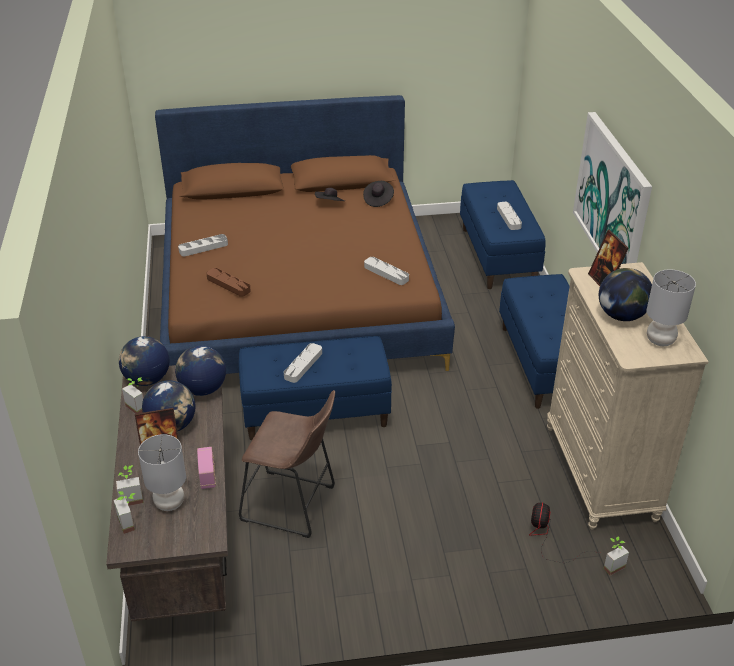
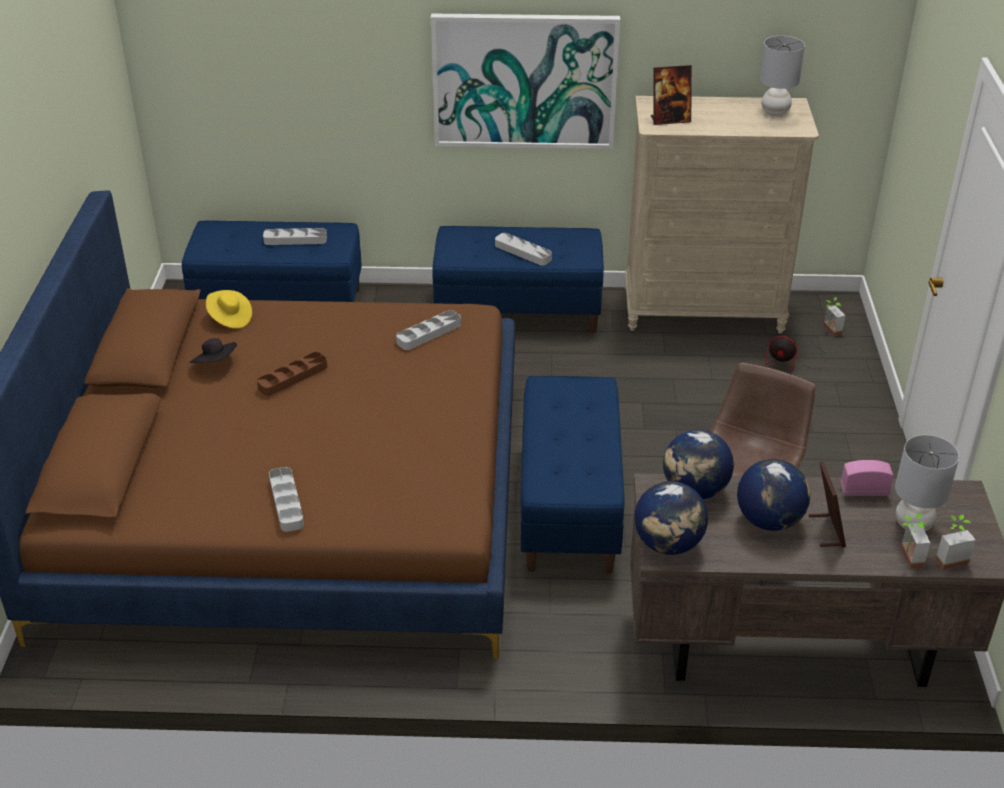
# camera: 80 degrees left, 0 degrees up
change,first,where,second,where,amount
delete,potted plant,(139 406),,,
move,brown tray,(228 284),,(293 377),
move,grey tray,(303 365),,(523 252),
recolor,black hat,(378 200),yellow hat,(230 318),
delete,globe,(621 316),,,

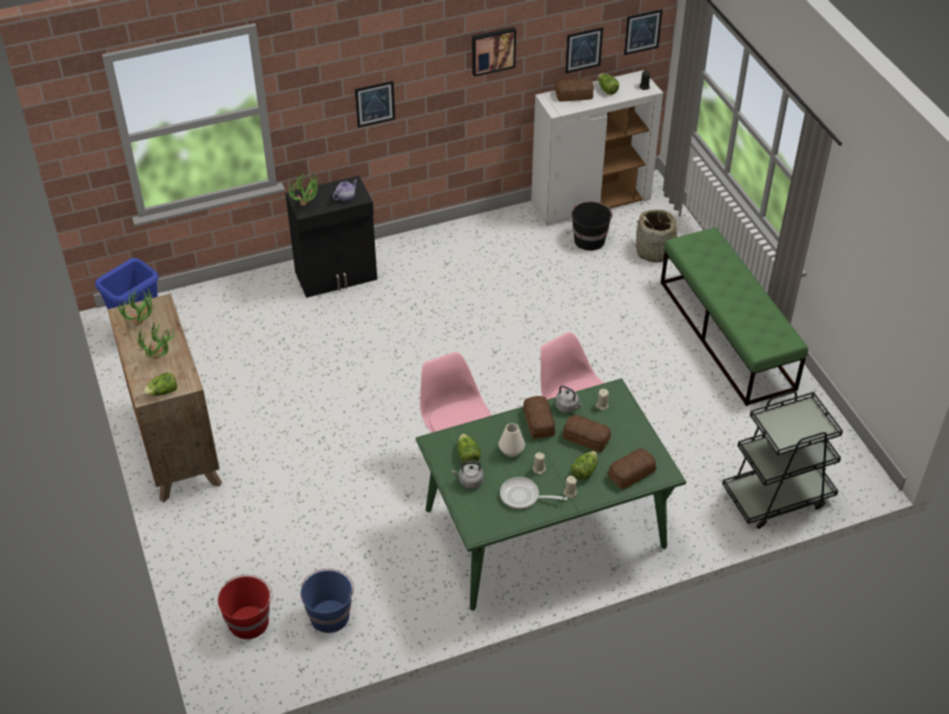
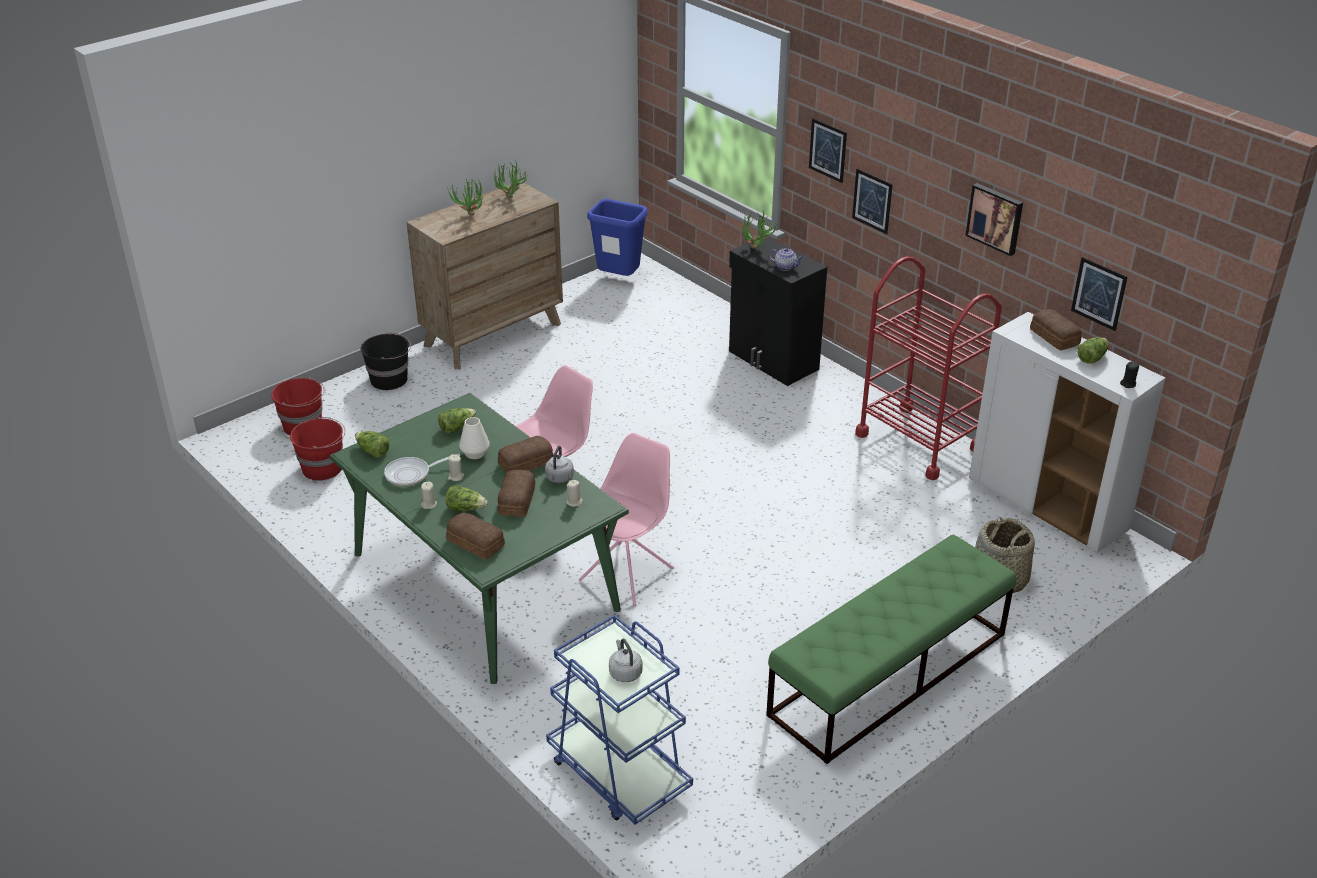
# camera: 70 degrees right, 10 degrees down
change,first,where,second,where,amount
move,lettuce,(162 392),,(372 451),
recolor,blue bucket,(329 615),red bucket,(323 468),
move,grey kettle,(469 481),,(625 672),
rotate,frying pan,(523 496),,(412 474),105 degrees counterclockwise
move,black bucket,(589 240),,(390 379),
move,picture,(642 32),,(827 150),
recolor,black cart,(777 497),blue cart,(618 773),
insert,,,red cart,(918 442),

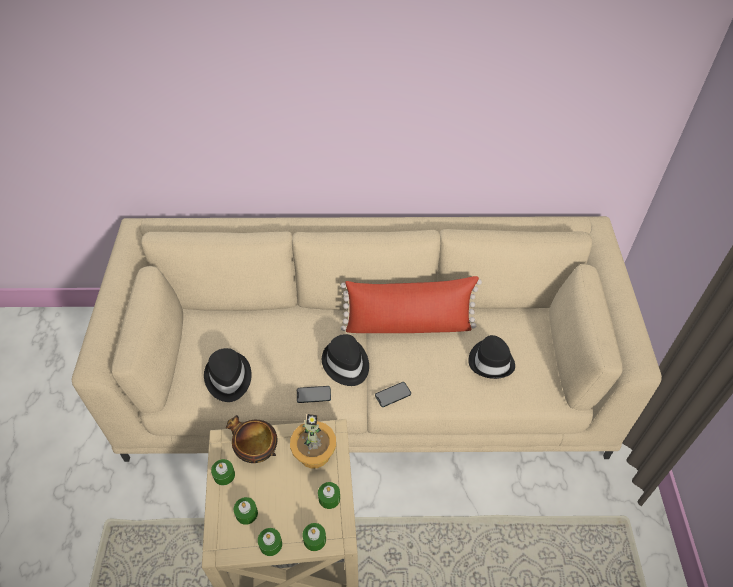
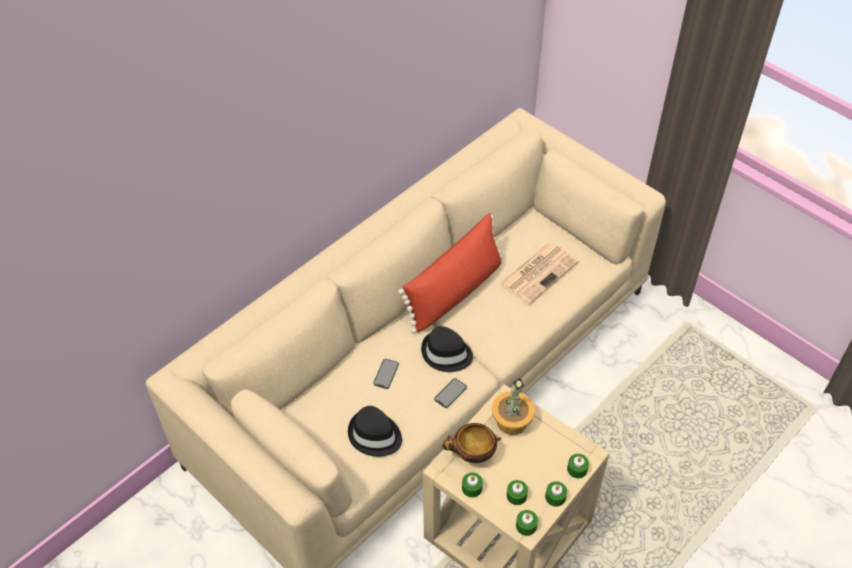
# camera: 45 degrees left, 0 degrees up
change,first,where,second,where,amount
move,green candle,(329 498),,(526 526),
move,phone,(393 394),,(386 374),
replace,black hat,(491 361),newspaper,(539 272),

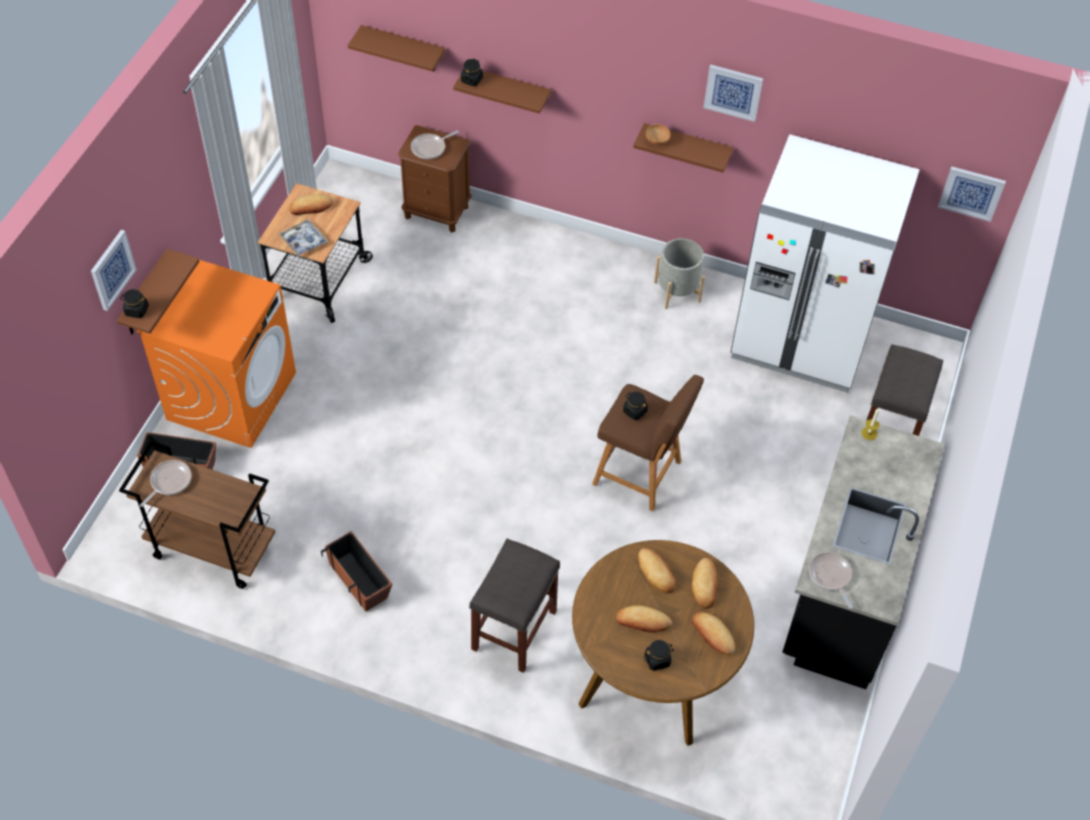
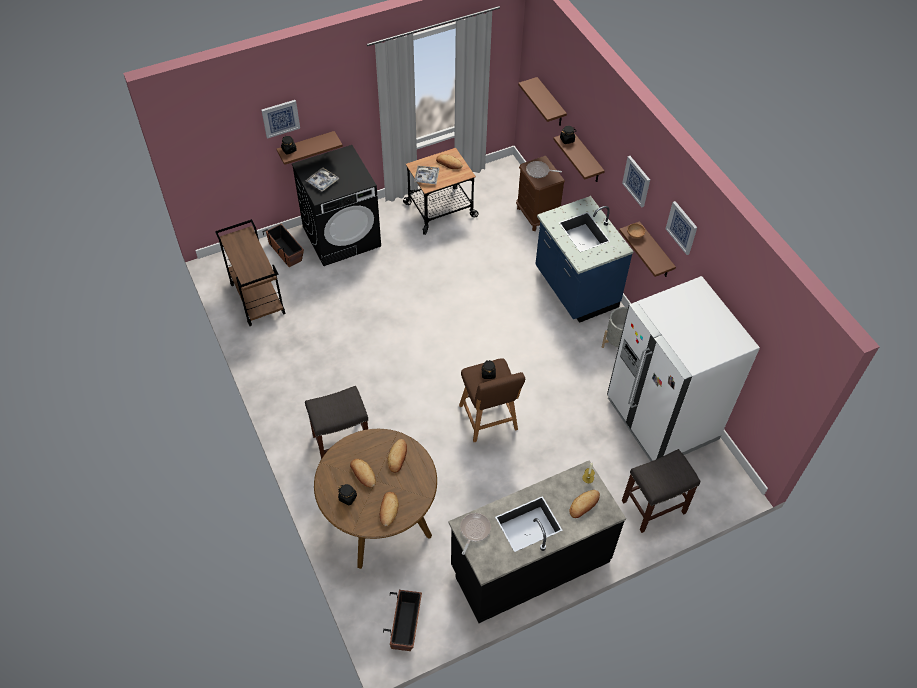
# camera: 45 degrees right, 0 degrees up
change,first,where,second,where,amount
recolor,orange washing machine,(232 395),black washing machine,(342 236),
delete,frying pan,(169 482),,,
move,planter,(359 580),,(405 625),
move,bread,(705 585),,(584 505),
move,picture,(971 192),,(637 181),
insert,,,tray,(322 182),
insert,,,blue counter,(575 289),

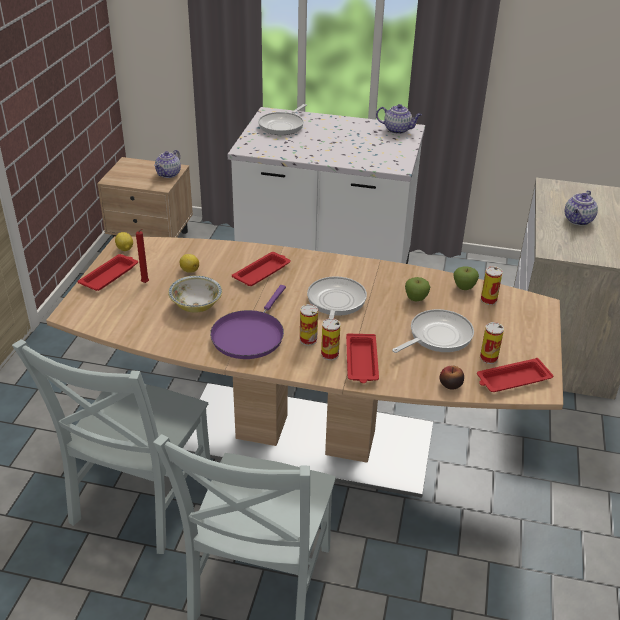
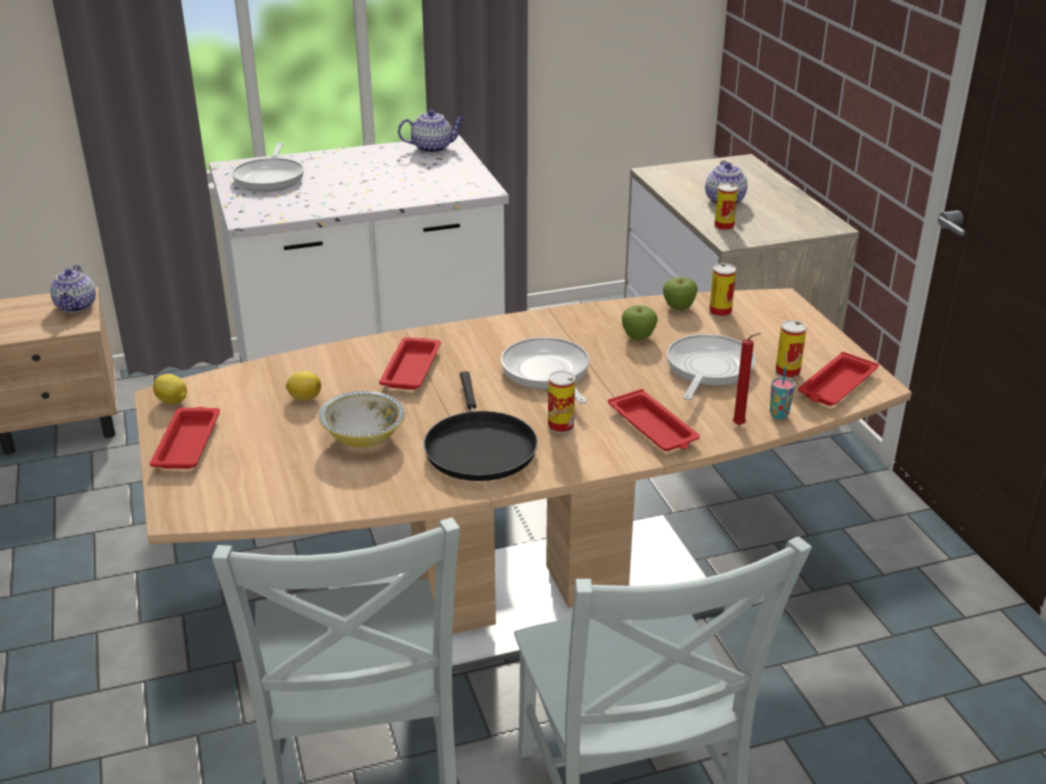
# camera: 30 degrees left, 5 degrees down
change,first,where,second,where,amount
move,red candle,(146 283),,(740 425),
recolor,purple frying pan,(250 335),black frying pan,(479 447),
move,can,(329 354),,(724 227),
replace,apple,(450 384),cup,(778 415),

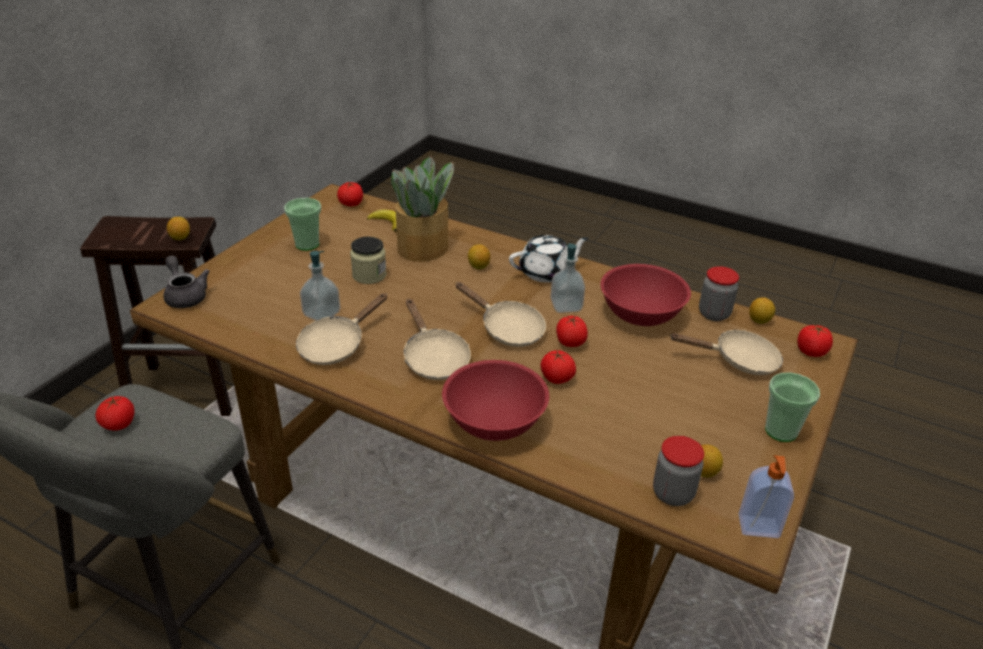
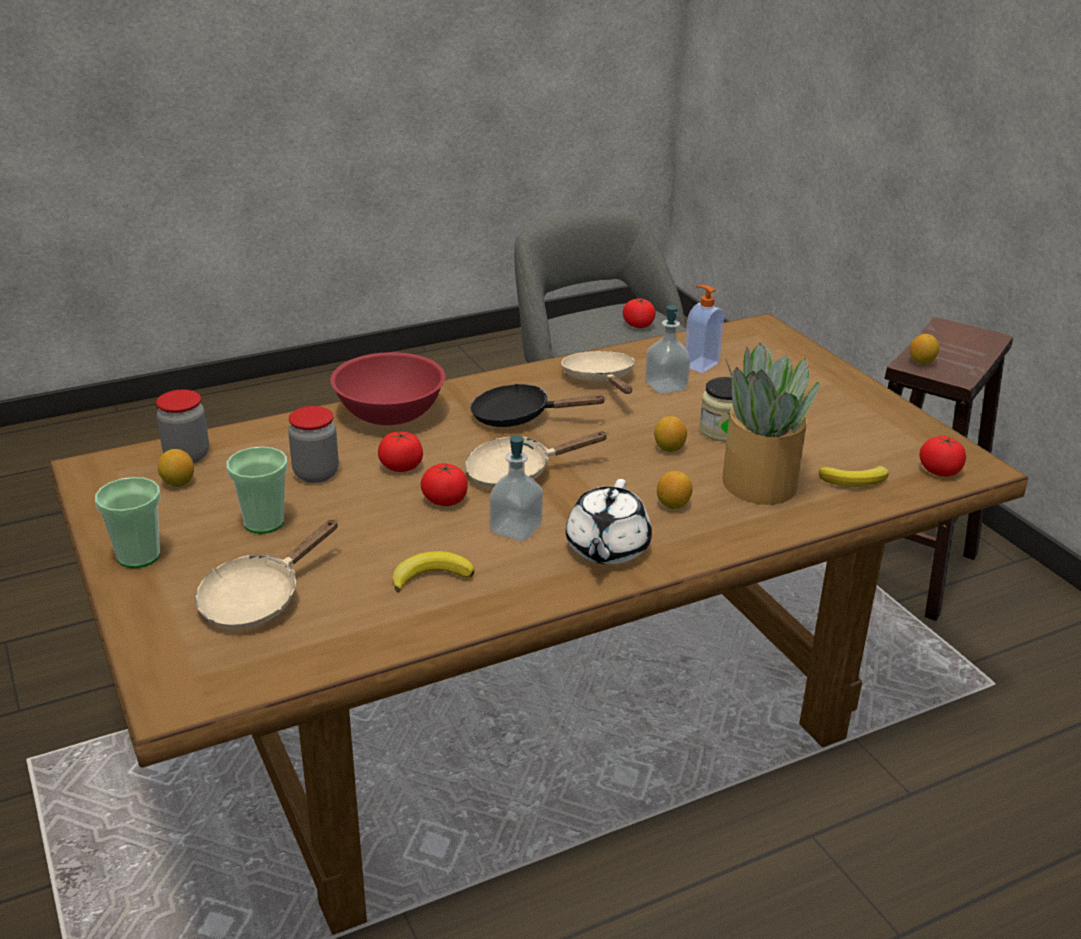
# camera: 125 degrees right, 5 degrees down
change,first,where,second,where,amount
delete,grey teapot,(185 295),,,
move,cup,(307 244),,(264 523),
recolor,beige frying pan,(434 358),black frying pan,(519 417),
replace,red bowl,(641 314),banana,(431 576),
move,jar,(714 314),,(316 473),
move,soap dispenser,(758 527),,(700 364),
move,lemon,(759 320),,(668 448),
delete,tomato,(811 351),,,

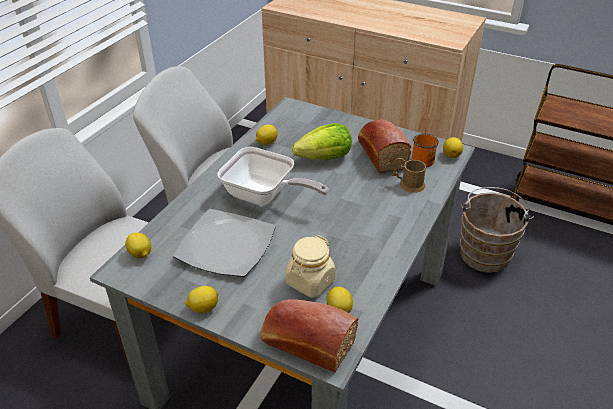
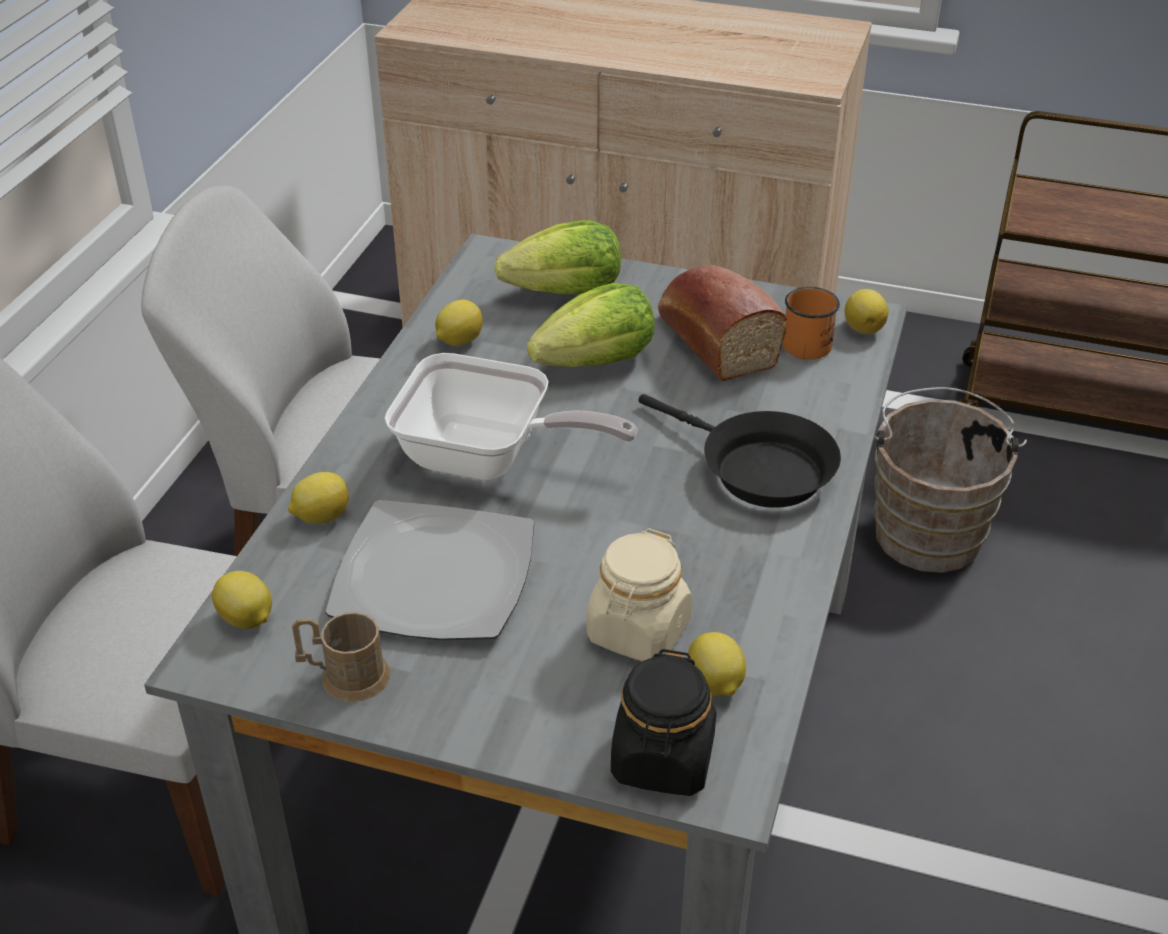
# camera: 10 degrees left, 0 degrees up
change,first,where,second,where,amount
move,lemon,(203 308),,(321 517),
replace,bread,(305 342),black jar,(663 760),
move,brown mug,(408 184),,(345 676),
insert,,,lettuce,(566 293),
insert,,,black frying pan,(757 469),

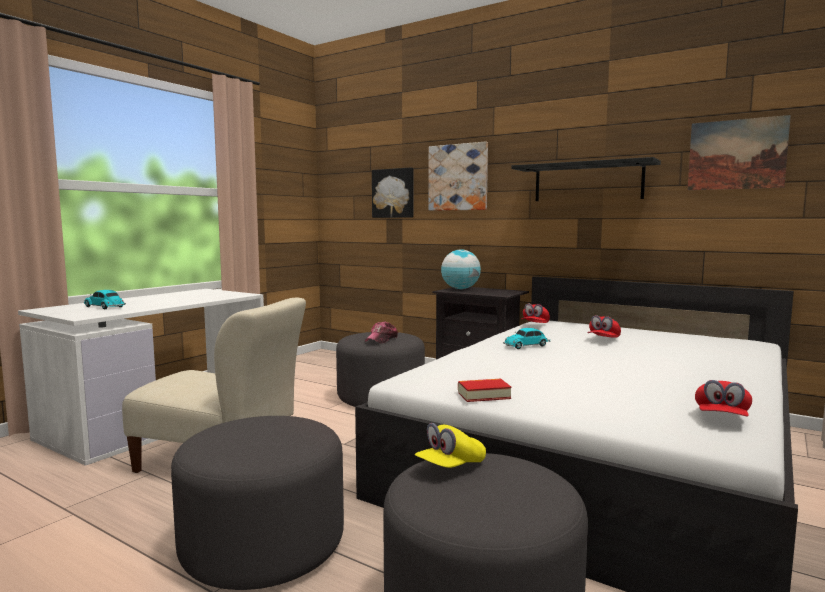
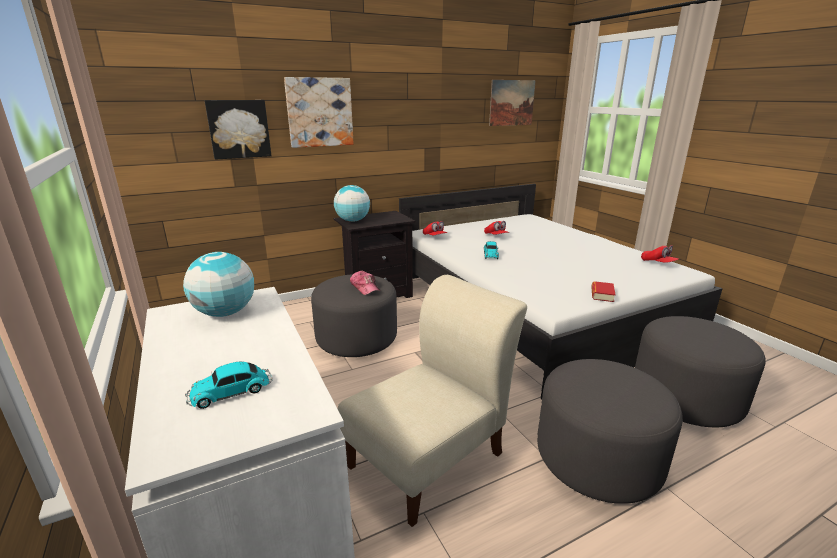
# camera: 60 degrees left, 15 degrees up
change,first,where,second,where,amount
delete,yellow cap,(450 466),,,
delete,black shelf,(587 182),,,
insert,,,globe,(225 313),

